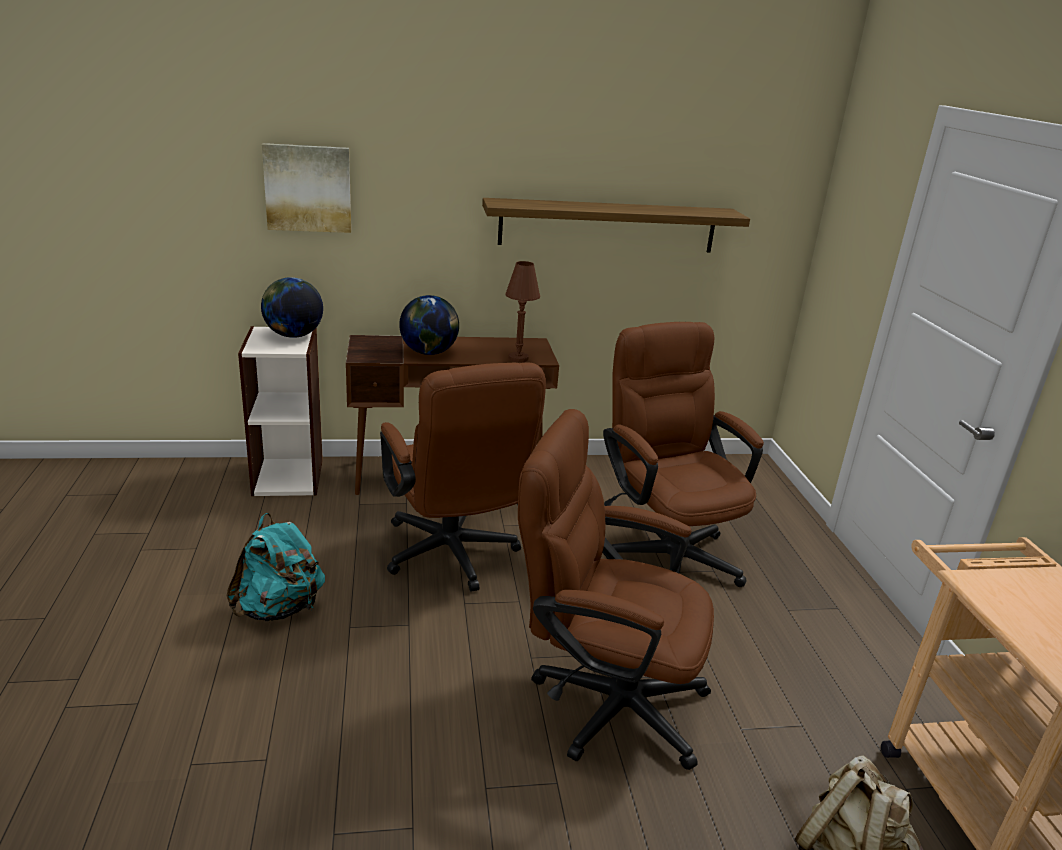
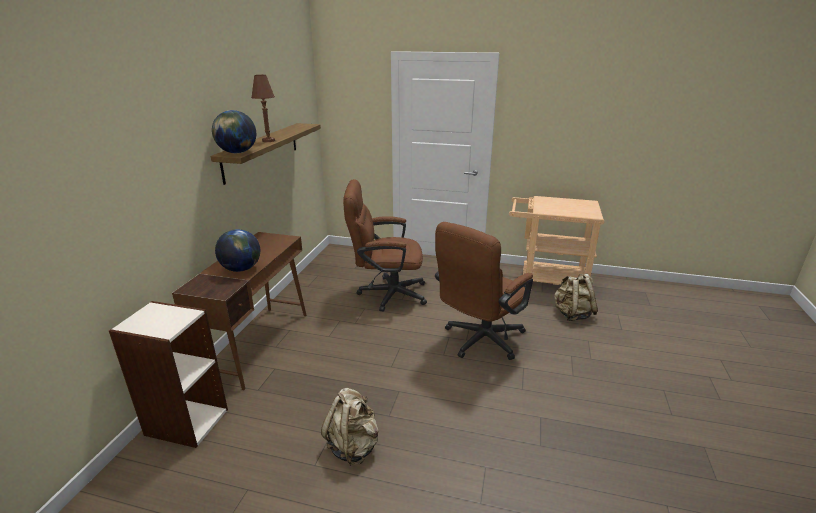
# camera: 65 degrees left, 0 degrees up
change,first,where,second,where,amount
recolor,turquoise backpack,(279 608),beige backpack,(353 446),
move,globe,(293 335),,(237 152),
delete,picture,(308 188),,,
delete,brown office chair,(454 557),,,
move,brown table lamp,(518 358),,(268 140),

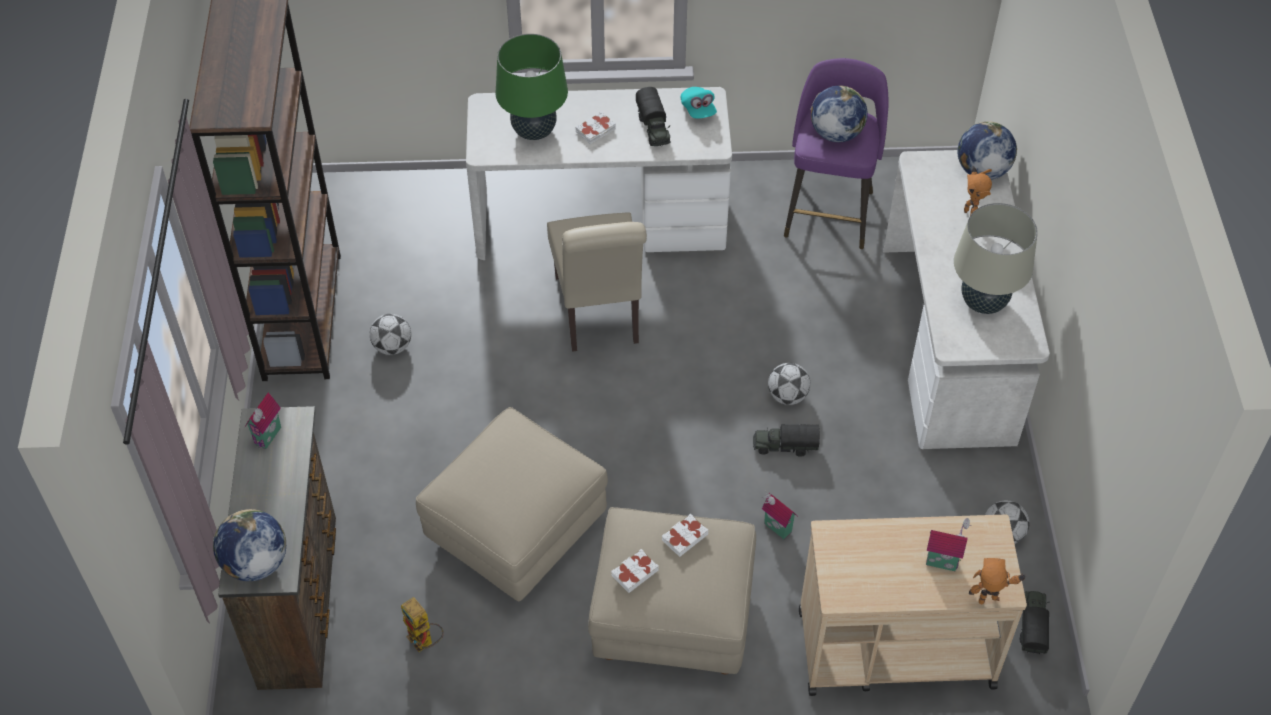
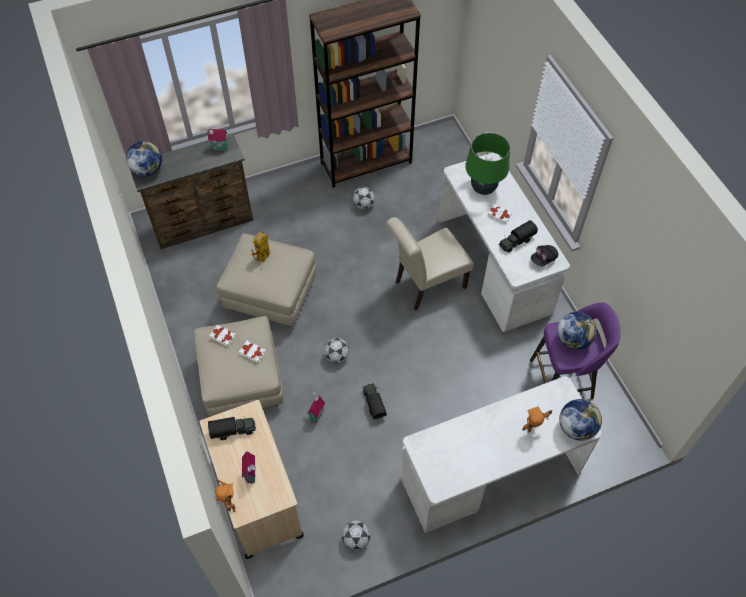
# camera: 70 degrees right, 5 degrees up
change,first,where,second,where,amount
move,toy robot,(425 642),,(262 259),
recolor,turquoise cap,(698 110),black cap,(543 259),
move,football,(787 396),,(336 356),
delete,beige table lamp,(983 302),,,
move,toy truck,(1032 627),,(233 431),

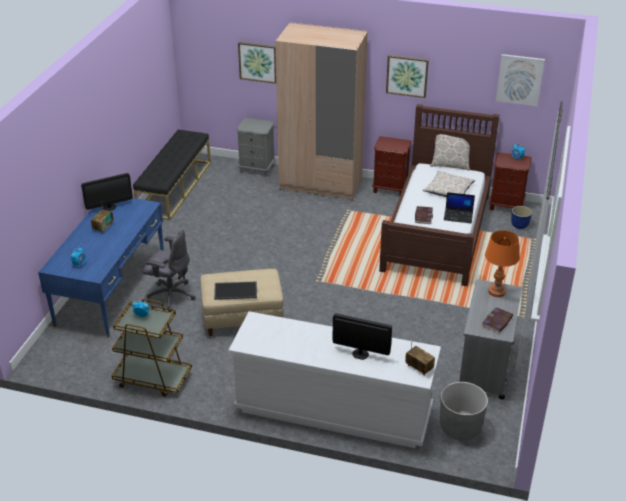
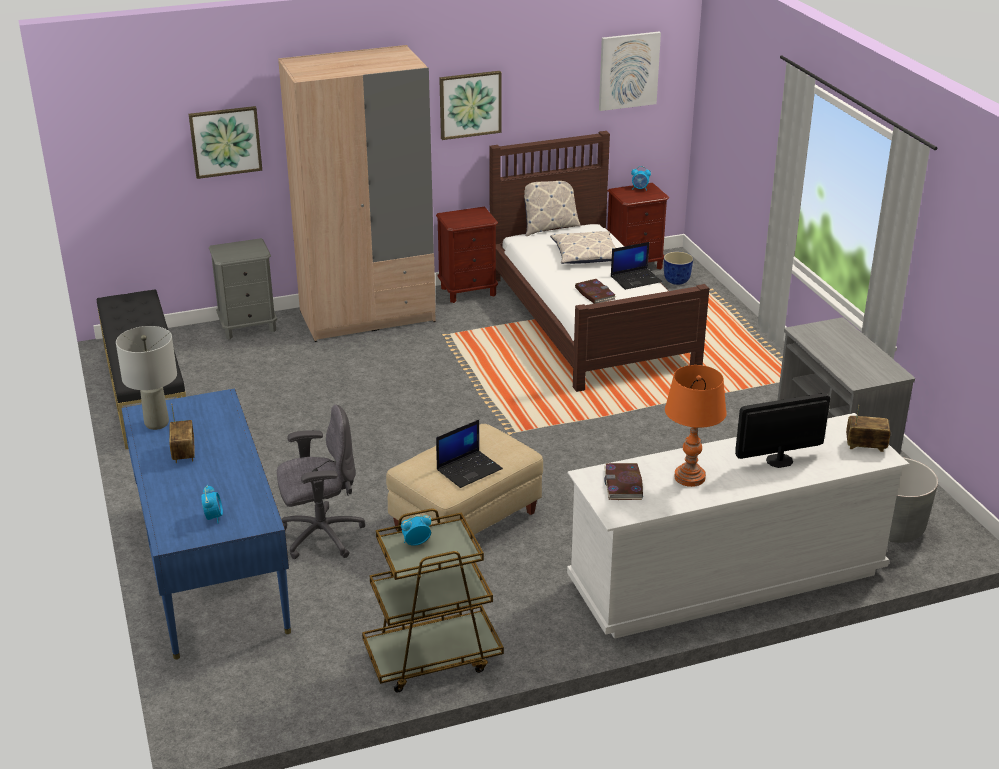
# camera: 35 degrees left, 5 degrees down
change,first,where,second,where,amount
replace,monitor,(109 207),grey table lamp,(156 423),
replace,tray,(236 290),laptop,(469 469),
move,book,(497 322),,(623 484),
move,orange table lamp,(496 291),,(689 477),

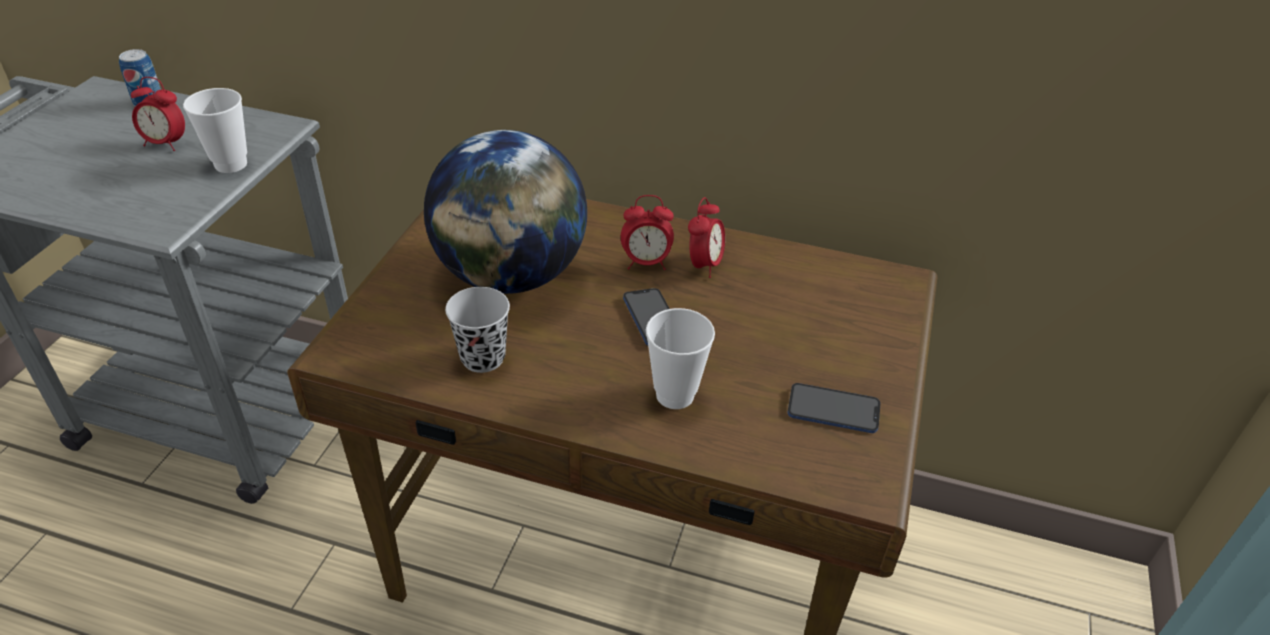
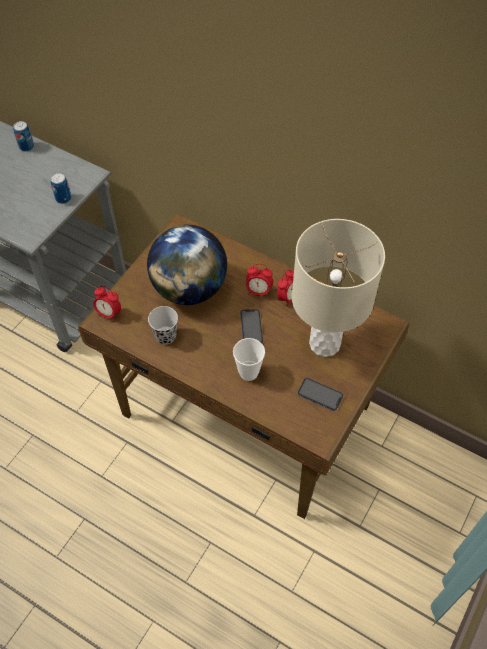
# camera: 15 degrees right, 15 degrees up
change,first,where,second,where,amount
move,alarm clock,(166 144),,(109 313),
replace,cup,(231 164),can,(63 198),
insert,,,beige table lamp,(324 343),

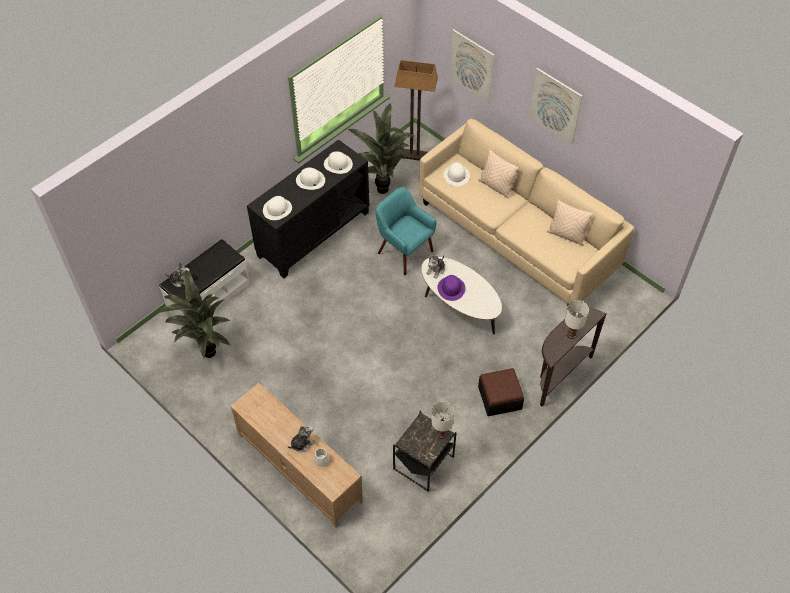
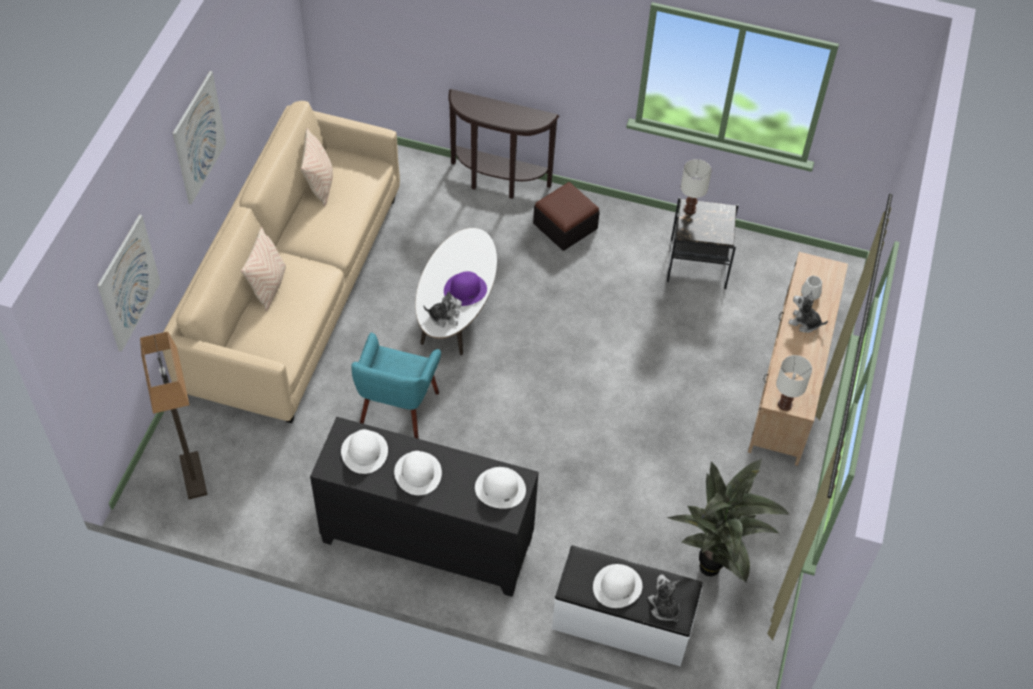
# camera: 120 degrees left, 0 degrees up
change,first,where,second,where,amount
delete,potted plant,(383 187),,,
move,white hat,(456 175),,(617 586),
move,white table lamp,(571 334),,(785 405),

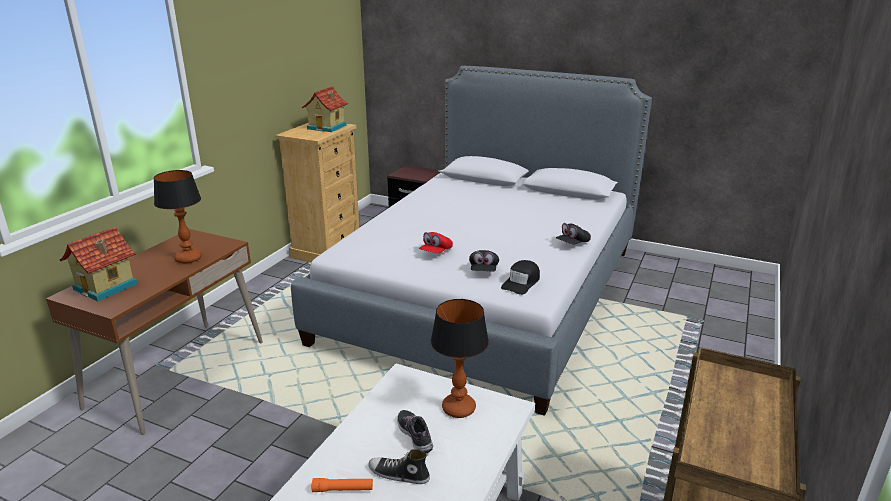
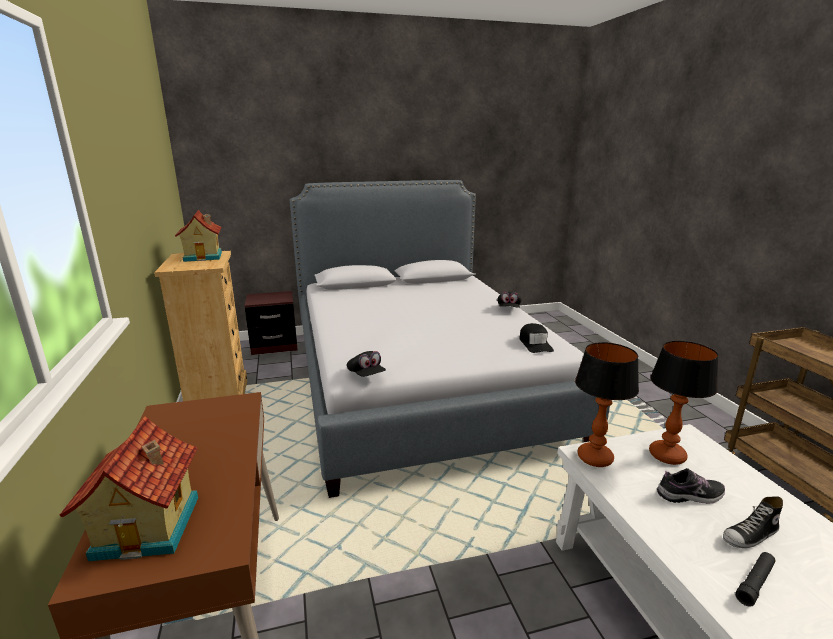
# camera: 40 degrees left, 5 degrees down
change,first,where,second,where,amount
move,table lamp,(188 259),,(595 458),
recolor,orange flashlight,(343 489),black flashlight,(755 583),
rotate,shoe,(415 435),,(690 495),150 degrees clockwise
delete,red cap,(436 252),,,
move,black cap,(483 271),,(366 375),

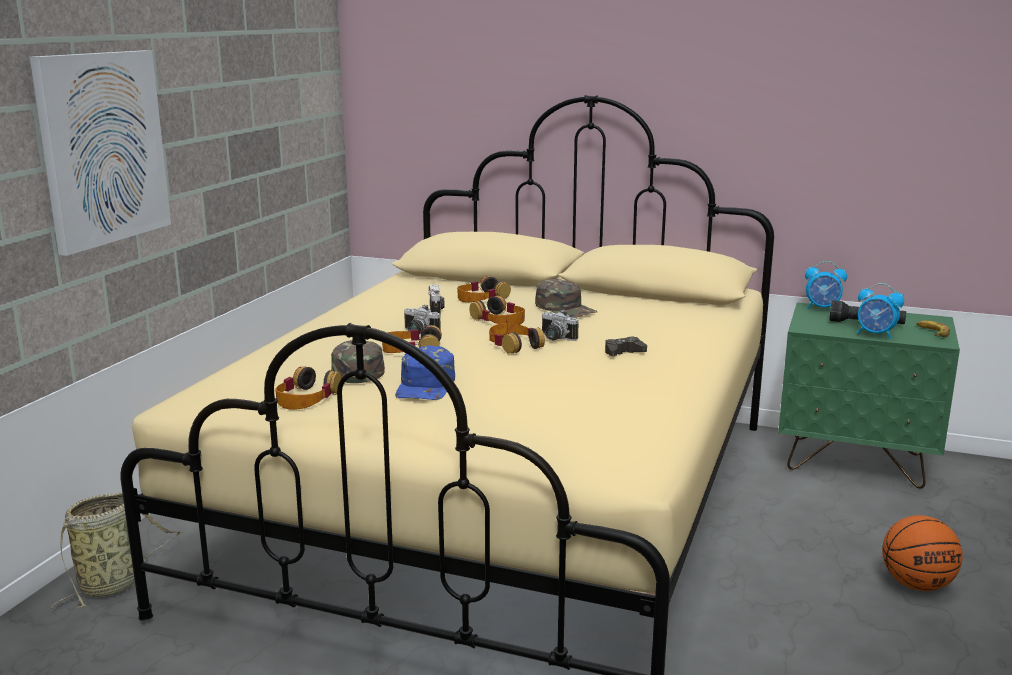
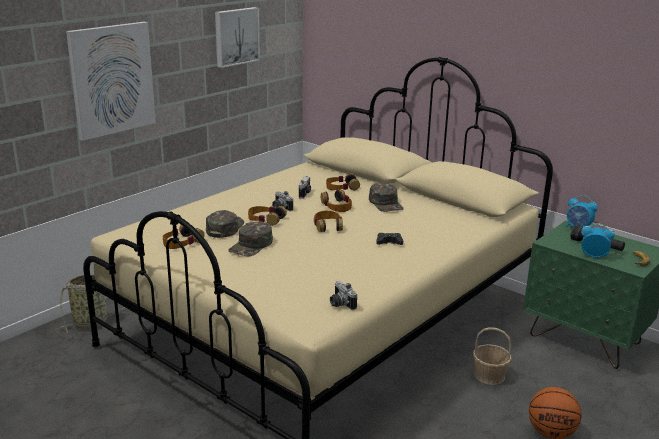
# camera: 20 degrees right, 5 degrees up
change,first,where,second,where,amount
recolor,blue cap,(426 385),green cap,(251 245),
move,photo camera,(555 338),,(340 304),
rotate,alarm clock,(875 335),,(593 256),150 degrees clockwise
insert,,,picture,(236 36),
insert,,,basket,(489 375),

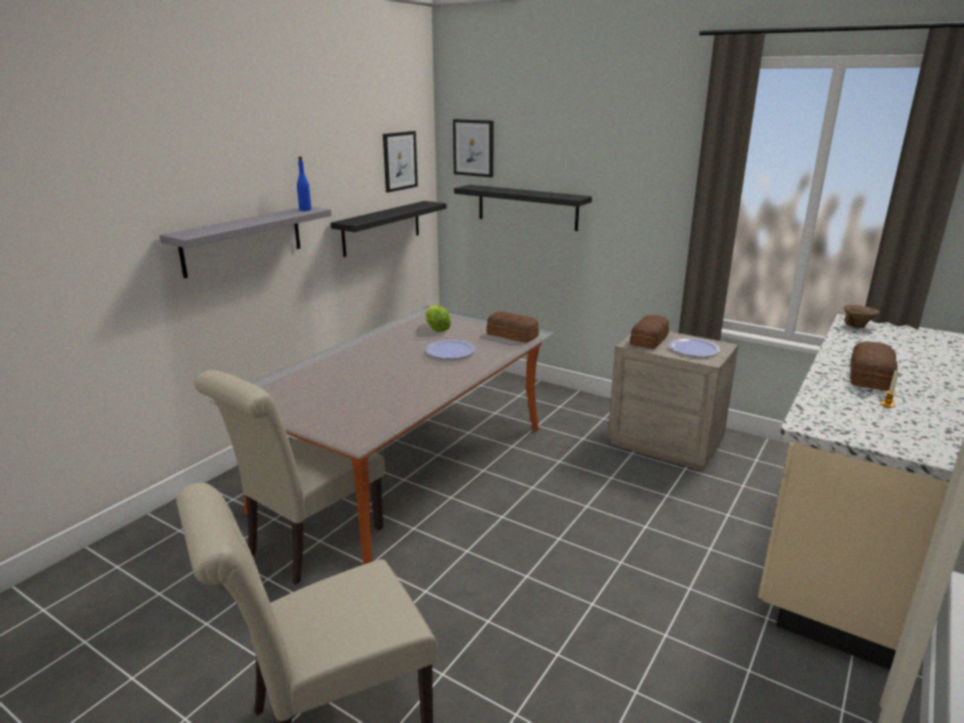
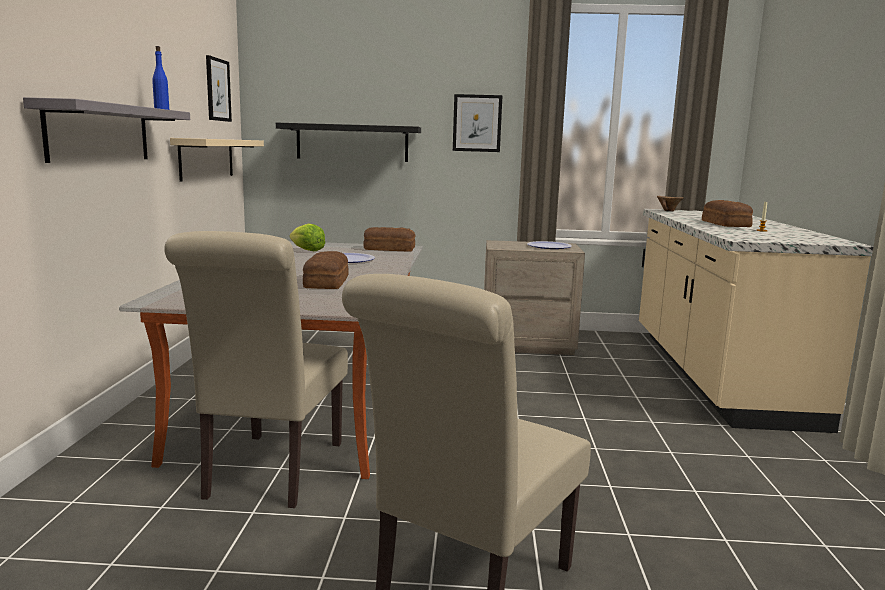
# camera: 30 degrees left, 10 degrees down
change,first,where,second,where,amount
recolor,black shelf,(382 228),beige shelf,(207 158),
move,picture,(473 148),,(477 123),
move,bread,(650 340),,(328 282),

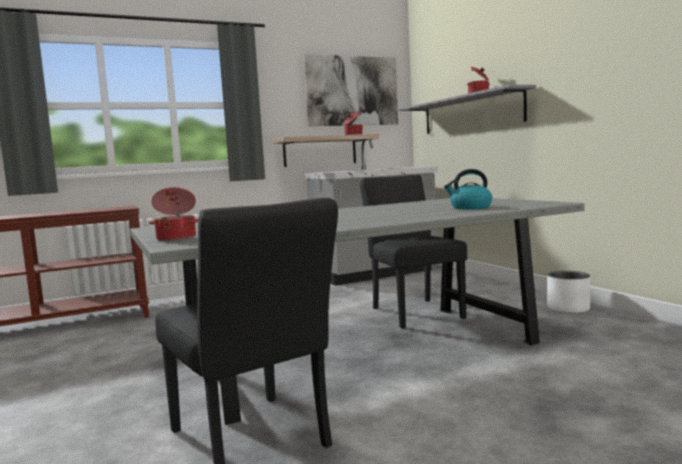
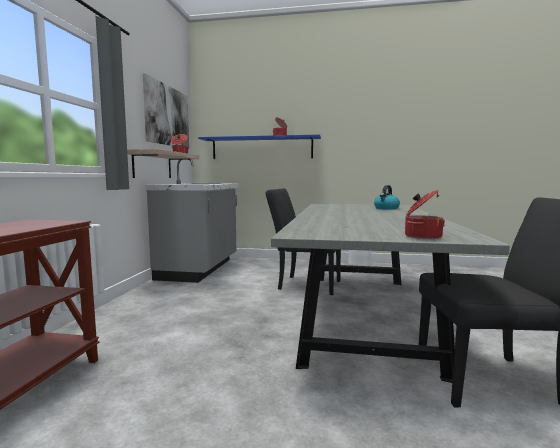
# camera: 55 degrees left, 0 degrees up
change,first,where,second,where,amount
recolor,grey shelf,(470 113),blue shelf,(262 148),

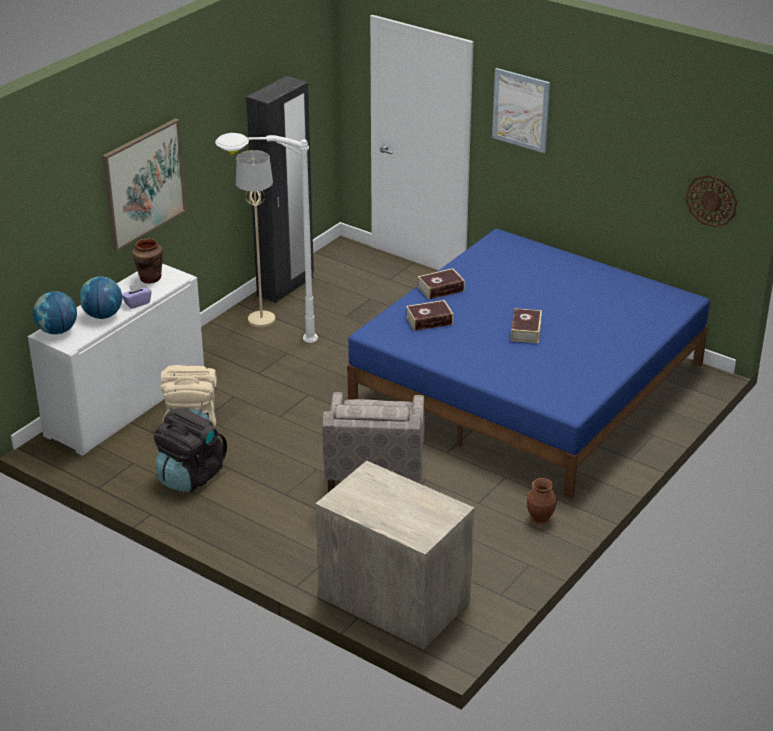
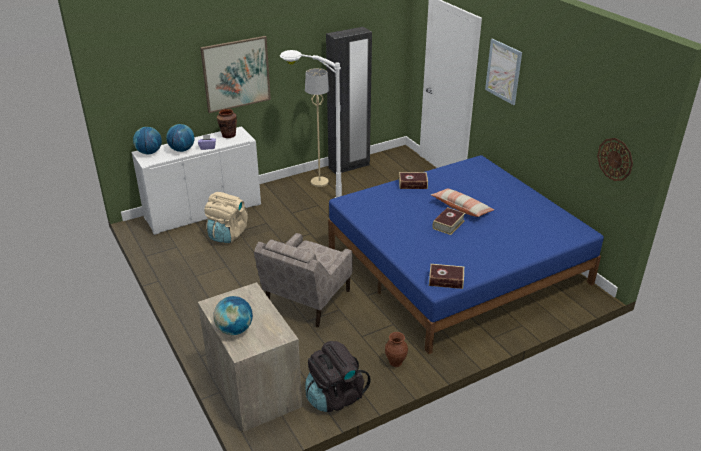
# camera: 25 degrees right, 0 degrees up
change,first,where,second,where,amount
move,black backpack,(190 476),,(335 396),
move,book,(429 320),,(446 280),
insert,,,globe,(234 330),
insert,,,pillow,(461 208),

